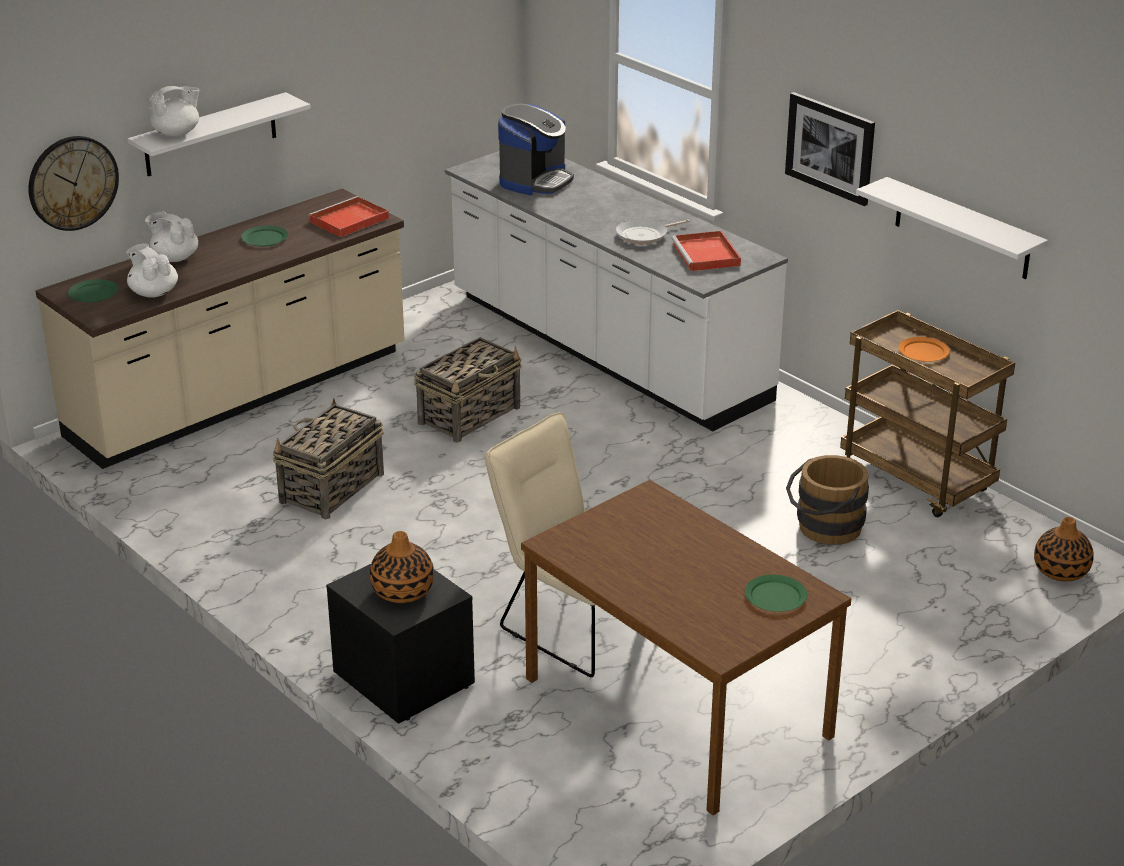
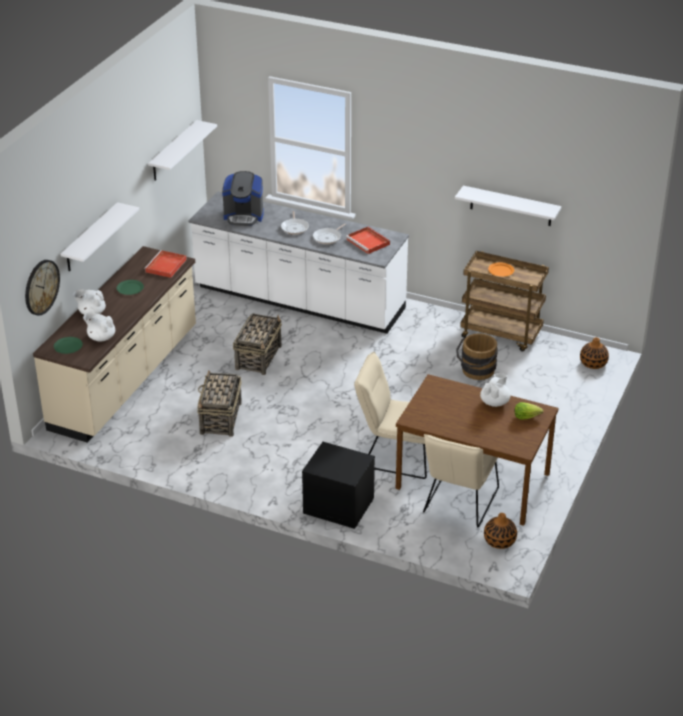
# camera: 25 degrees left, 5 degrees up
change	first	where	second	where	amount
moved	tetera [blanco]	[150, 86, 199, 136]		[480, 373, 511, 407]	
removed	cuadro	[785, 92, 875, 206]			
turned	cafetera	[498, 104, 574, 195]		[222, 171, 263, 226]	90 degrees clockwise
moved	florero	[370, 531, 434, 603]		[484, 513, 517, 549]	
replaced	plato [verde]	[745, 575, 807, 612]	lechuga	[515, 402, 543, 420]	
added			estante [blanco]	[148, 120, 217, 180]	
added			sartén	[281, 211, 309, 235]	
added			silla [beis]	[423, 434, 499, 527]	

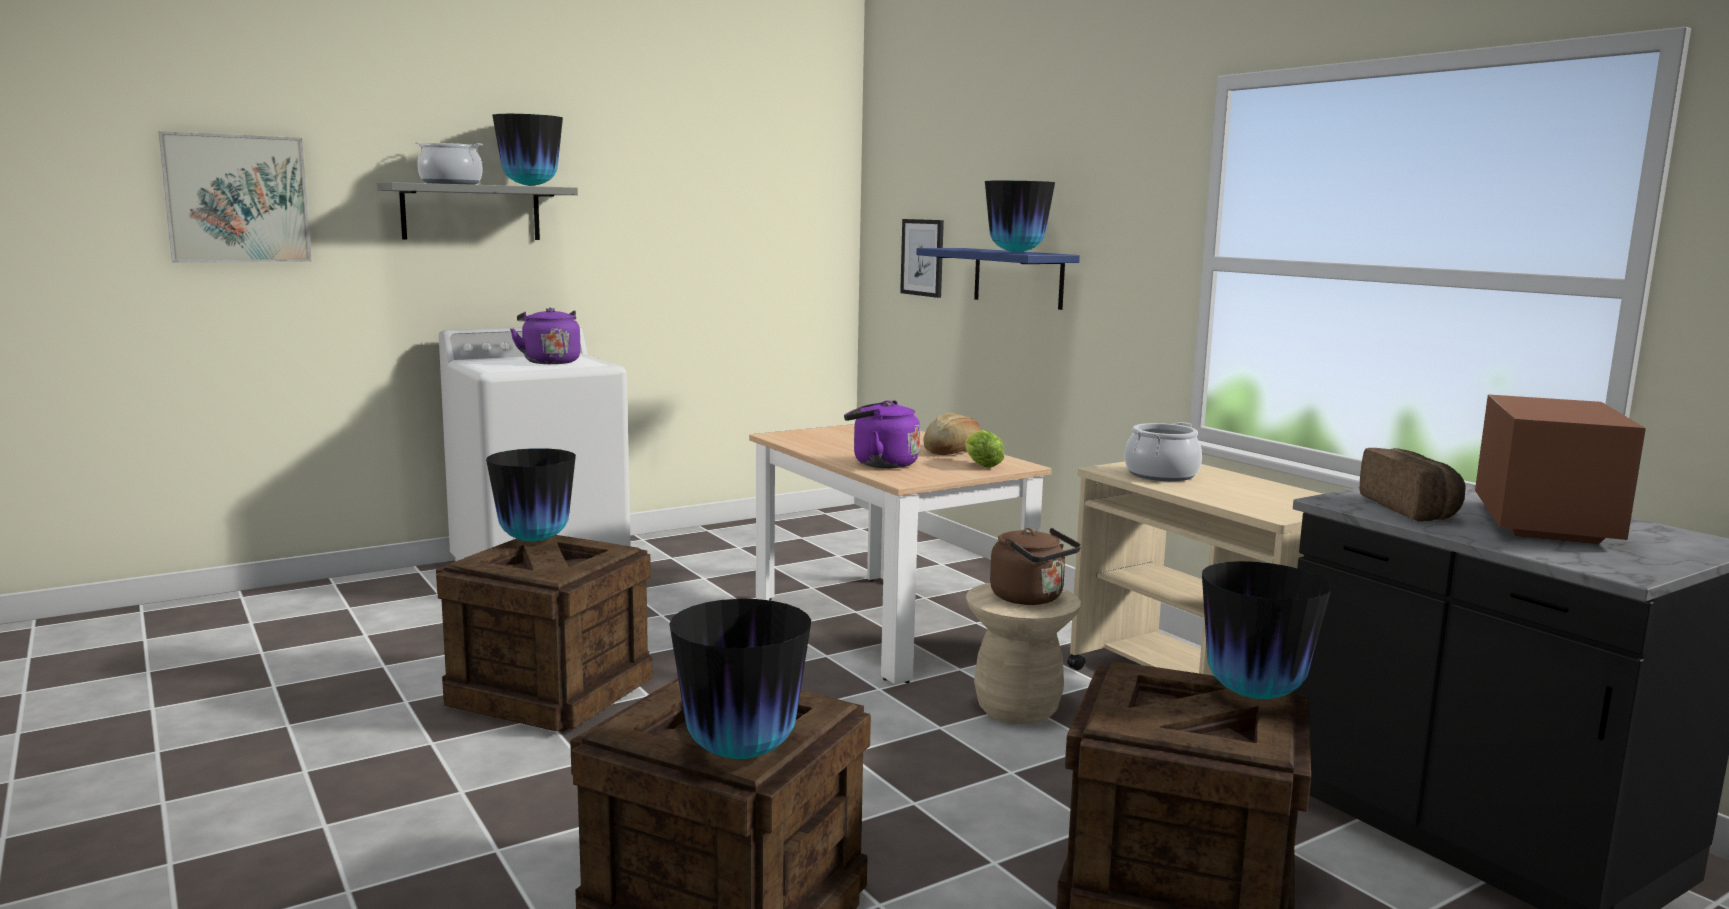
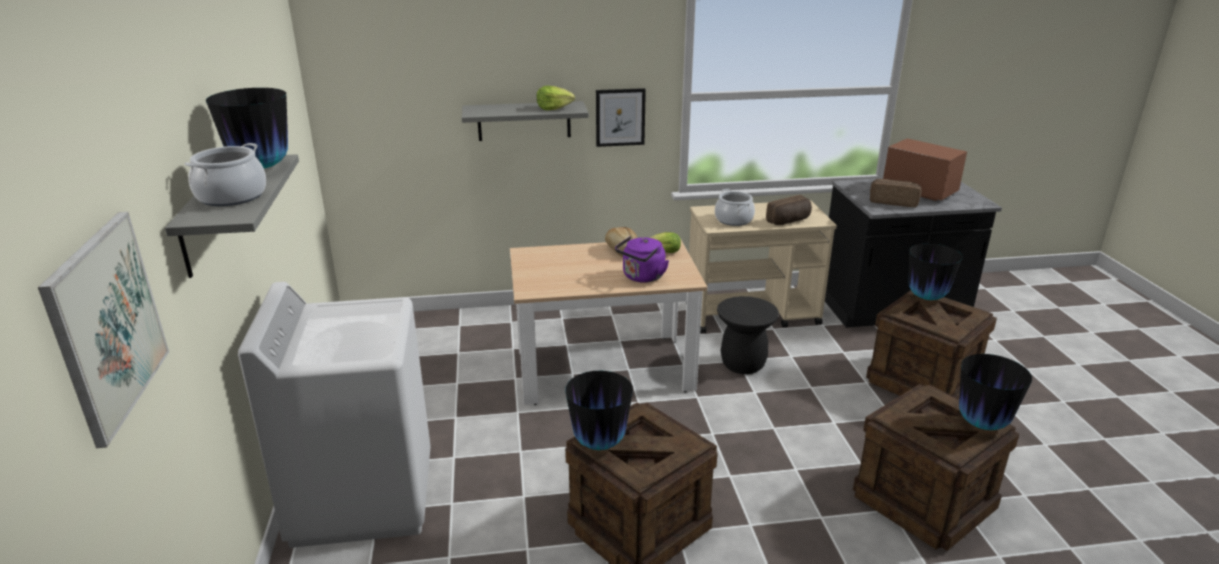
# camera: 65 degrees left, 15 degrees up
change	first	where	second	where	amount
replaced	florero	[985, 181, 1055, 253]	lechuga	[537, 86, 575, 110]	
moved	cuadro	[900, 219, 944, 298]		[596, 88, 646, 147]	
recoloured	estante [azul]	[916, 248, 1080, 310]	estante [gris]	[462, 101, 589, 141]	
removed	hervidor [morado]	[510, 307, 581, 364]			
removed	hervidor [marrón]	[990, 528, 1081, 605]			
recoloured	taburete [beis]	[966, 583, 1081, 724]	taburete [negro]	[717, 296, 779, 374]	
added			pan	[766, 195, 812, 225]	

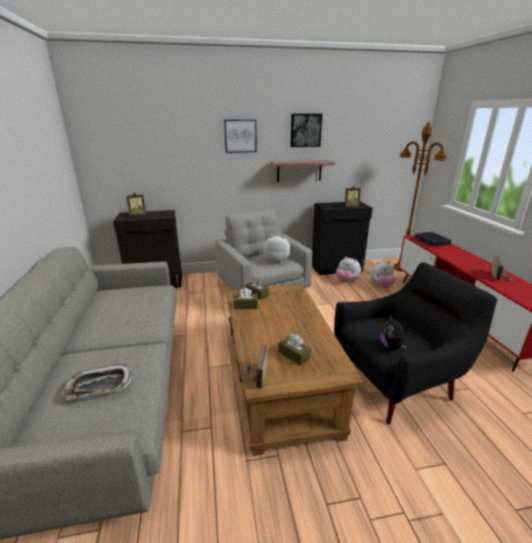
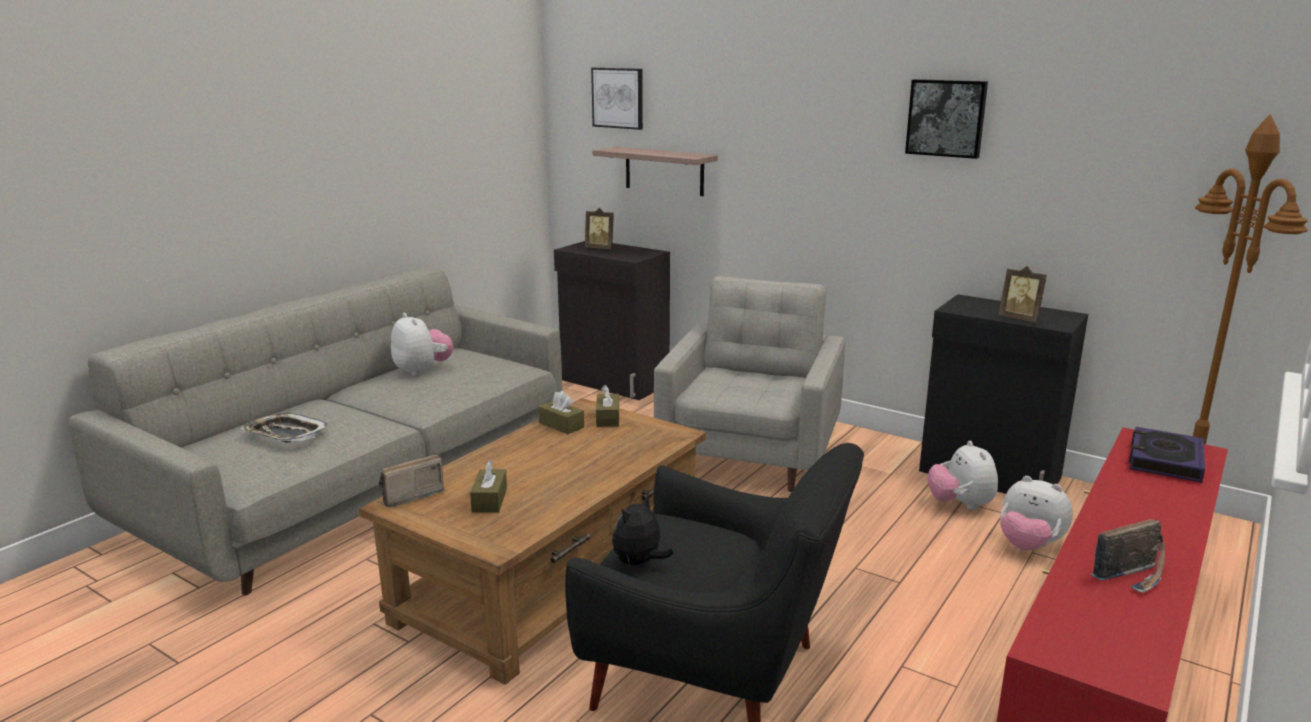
# camera: 45 degrees right, 5 degrees down
change	first	where	second	where	amount
moved	cuadro	[224, 120, 257, 153]		[591, 68, 643, 130]	
moved	estante	[270, 160, 335, 182]		[593, 147, 718, 196]	
moved	peluche	[264, 235, 291, 264]		[391, 313, 454, 376]	

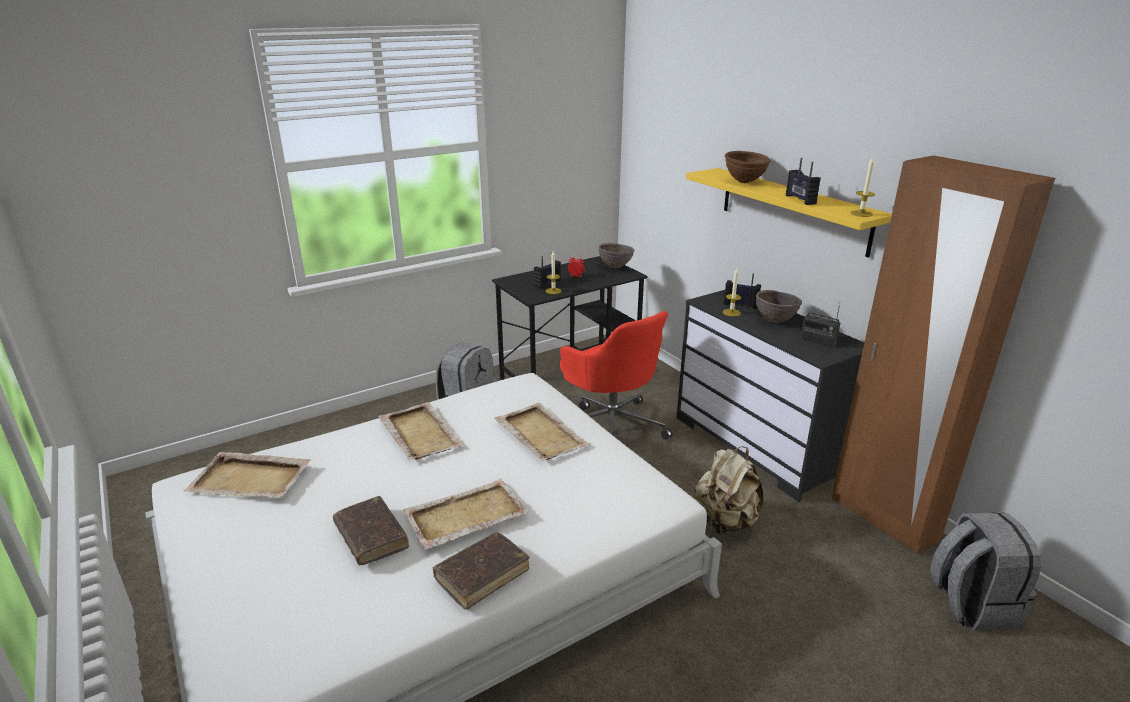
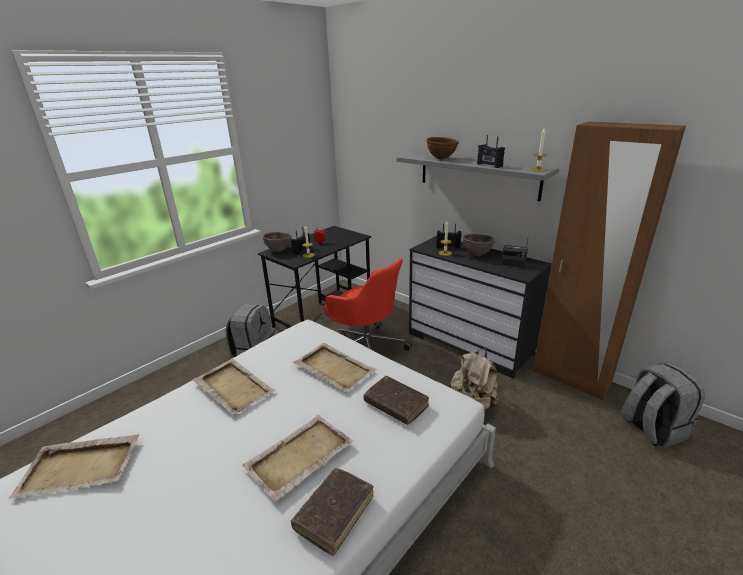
# camera: 15 degrees left, 0 degrees up
change	first	where	second	where	amount
recoloured	estante [amarillo]	[686, 168, 892, 258]	estante [gris]	[396, 153, 559, 201]	
moved	cuenco [marrón]	[598, 243, 635, 269]		[262, 232, 292, 252]	
moved	libro [marrón]	[333, 496, 409, 566]		[364, 376, 429, 425]	

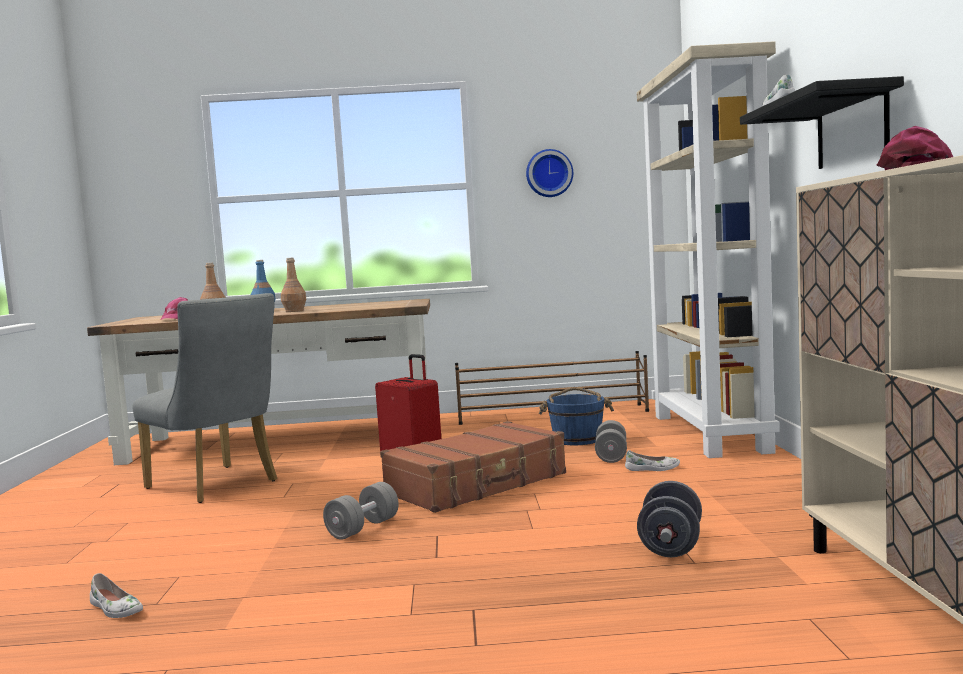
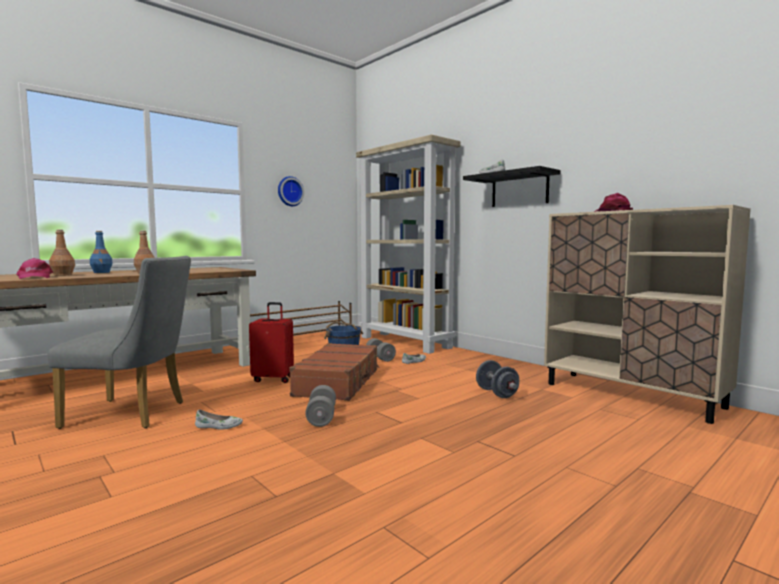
# camera: 40 degrees left, 0 degrees up
change	first	where	second	where	amount
moved	zapato [blanco]	[90, 573, 143, 618]		[195, 410, 243, 430]	

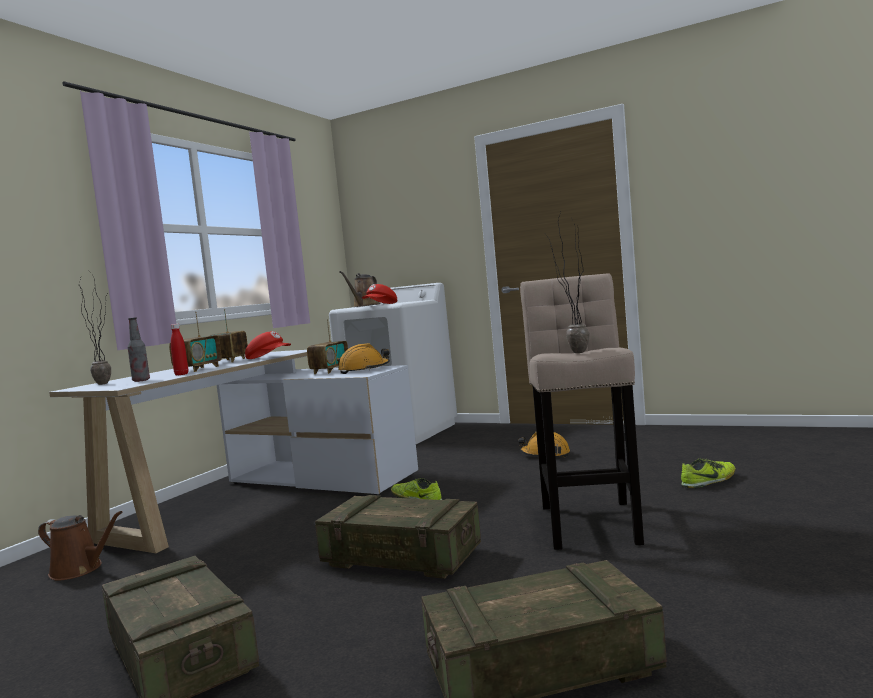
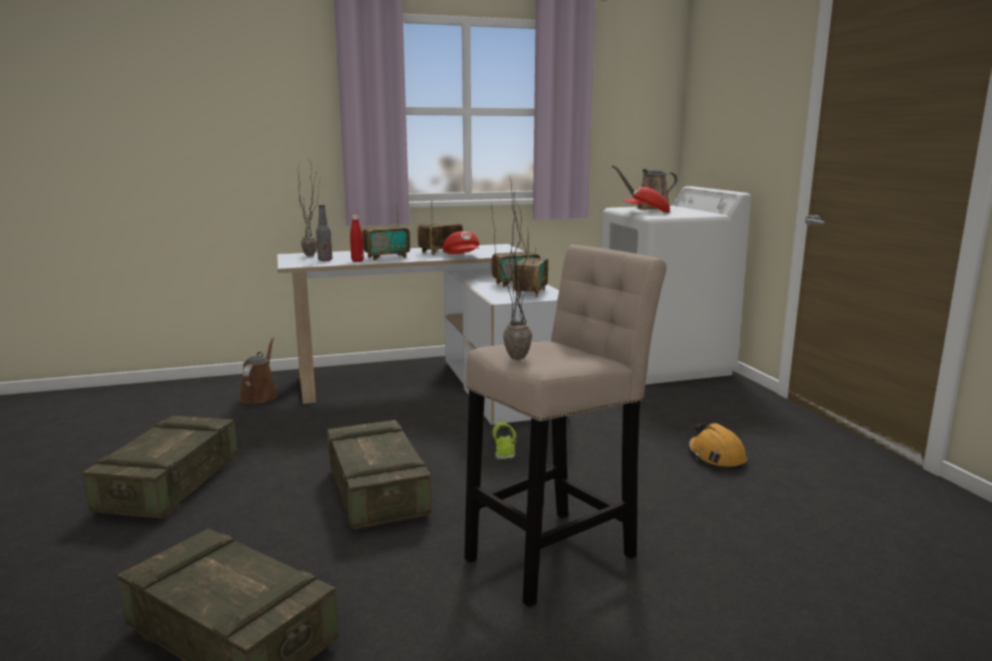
# camera: 45 degrees right, 10 degrees up
change	first	where	second	where	amount
replaced	casco [naranja]	[338, 343, 390, 374]	radio	[513, 232, 548, 297]	
removed	zapato	[681, 458, 736, 488]			
turned	regadera [marrón]	[38, 511, 123, 581]		[239, 338, 278, 404]	150 degrees counterclockwise

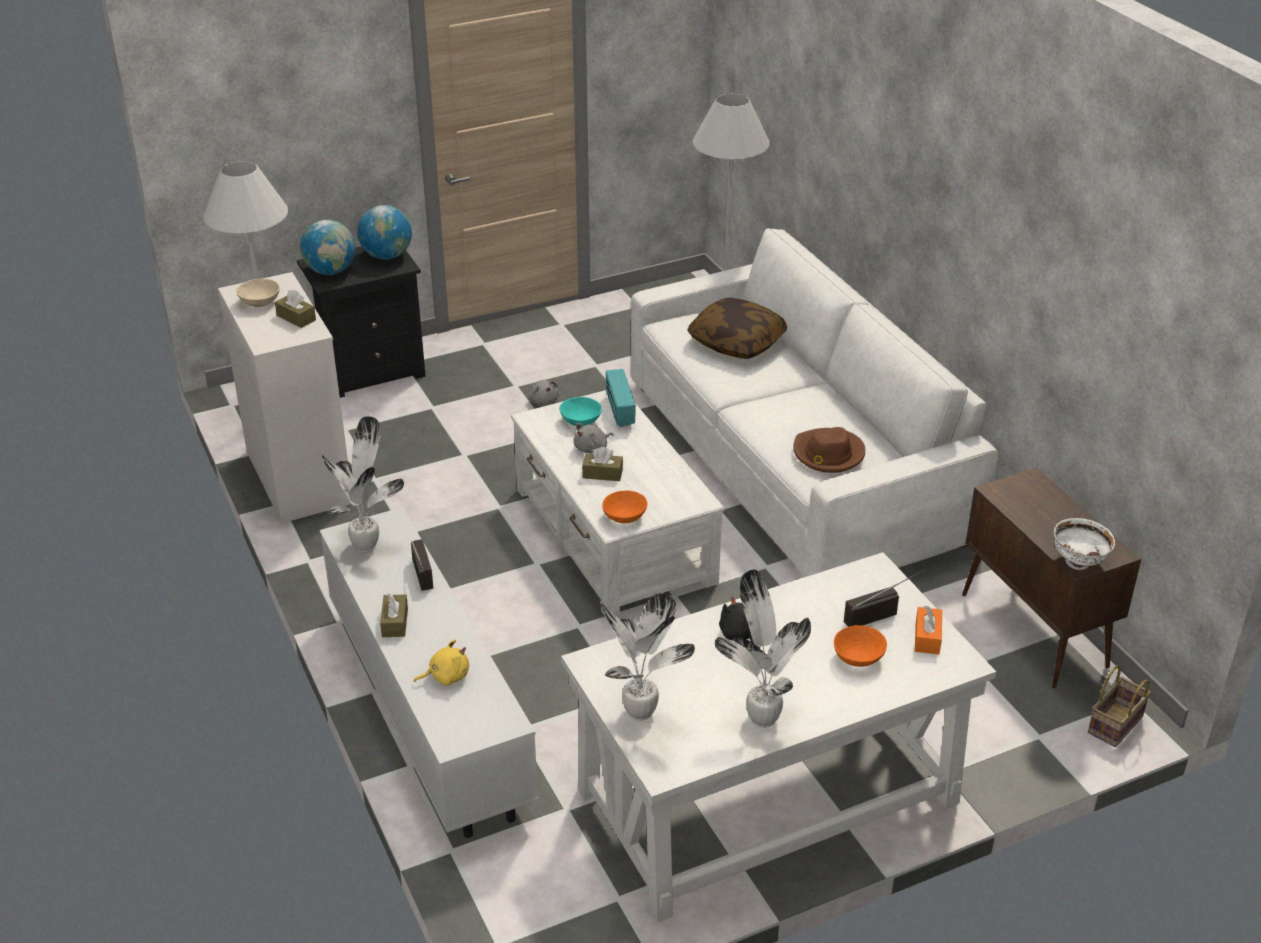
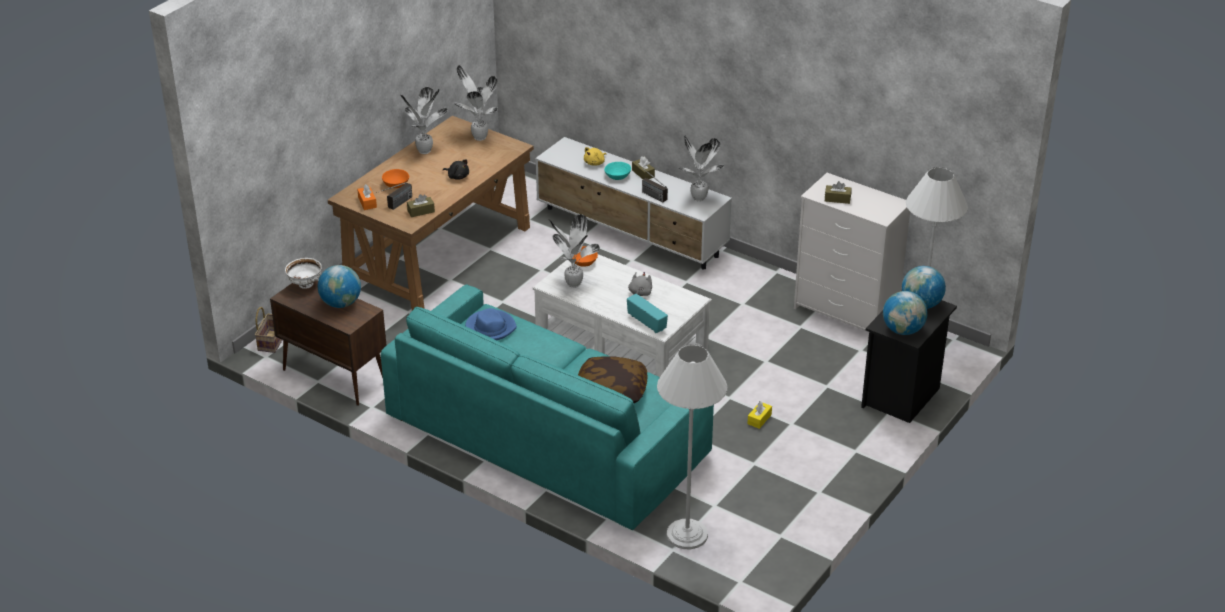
# camera: 150 degrees right, 0 degrees up
change	first	where	second	where	amount
recoloured	sofá [blanco]	[631, 228, 999, 577]	sofá [turquesa]	[381, 284, 714, 530]	
removed	cuenco [beis]	[236, 279, 280, 307]			
replaced	peluche [gris]	[529, 380, 559, 405]	caja de pañuelos [amarillo]	[747, 401, 772, 429]	
moved	cuenco [turquesa]	[559, 397, 602, 426]		[604, 162, 631, 180]	
recoloured	sombrero [marrón]	[793, 427, 865, 473]	sombrero [azul]	[465, 308, 517, 340]	
moved	caja de pañuelos [marrón]	[582, 447, 623, 481]		[407, 194, 435, 217]	
recoloured	escritorio [blanco]	[561, 552, 997, 922]	escritorio [marrón]	[328, 116, 534, 310]	
added			planta en maceta	[548, 214, 600, 288]	
added			globo terráqueo	[318, 265, 361, 308]	

